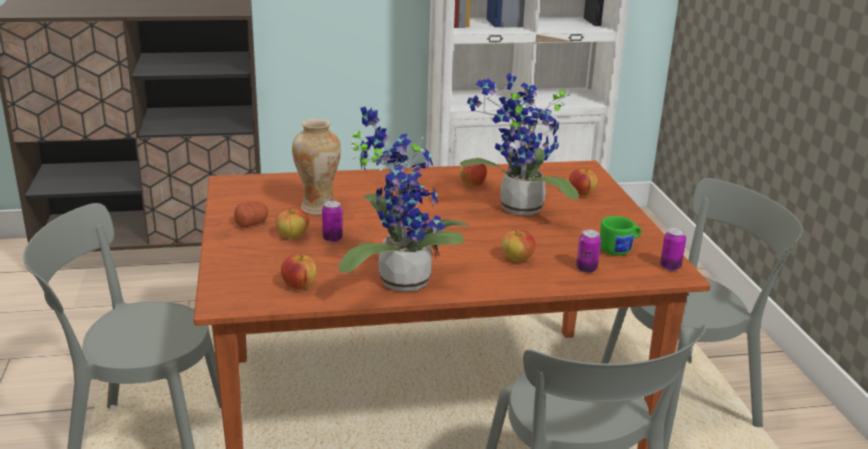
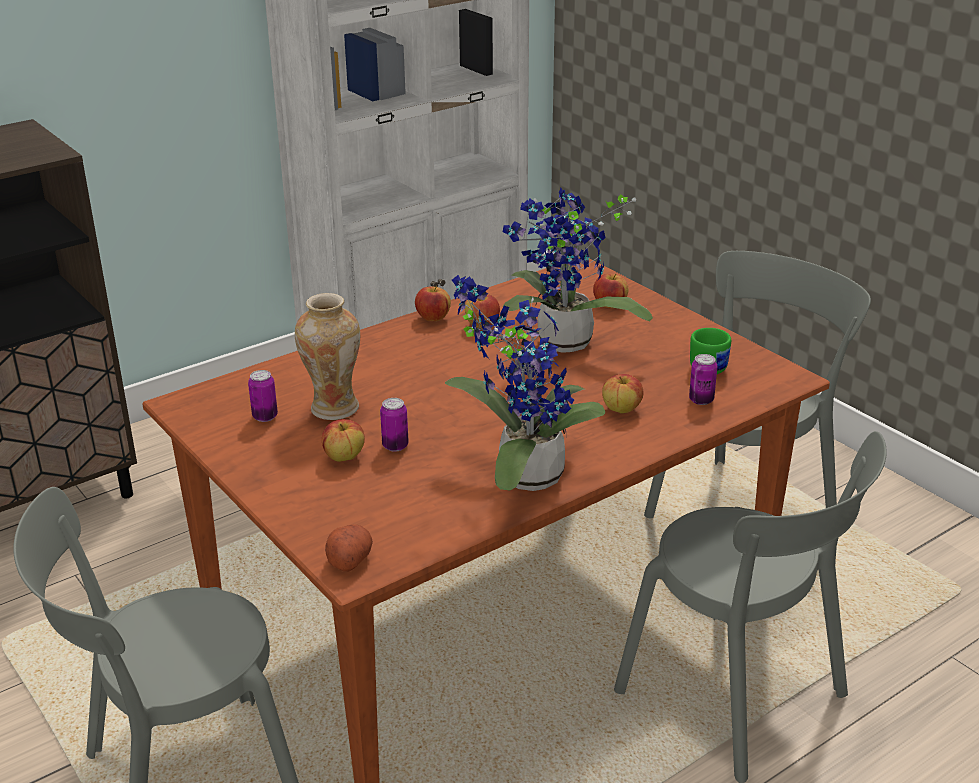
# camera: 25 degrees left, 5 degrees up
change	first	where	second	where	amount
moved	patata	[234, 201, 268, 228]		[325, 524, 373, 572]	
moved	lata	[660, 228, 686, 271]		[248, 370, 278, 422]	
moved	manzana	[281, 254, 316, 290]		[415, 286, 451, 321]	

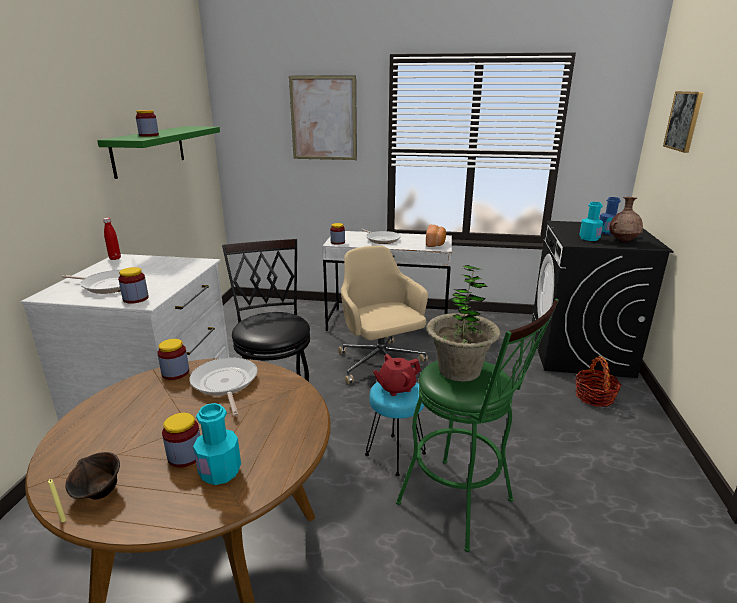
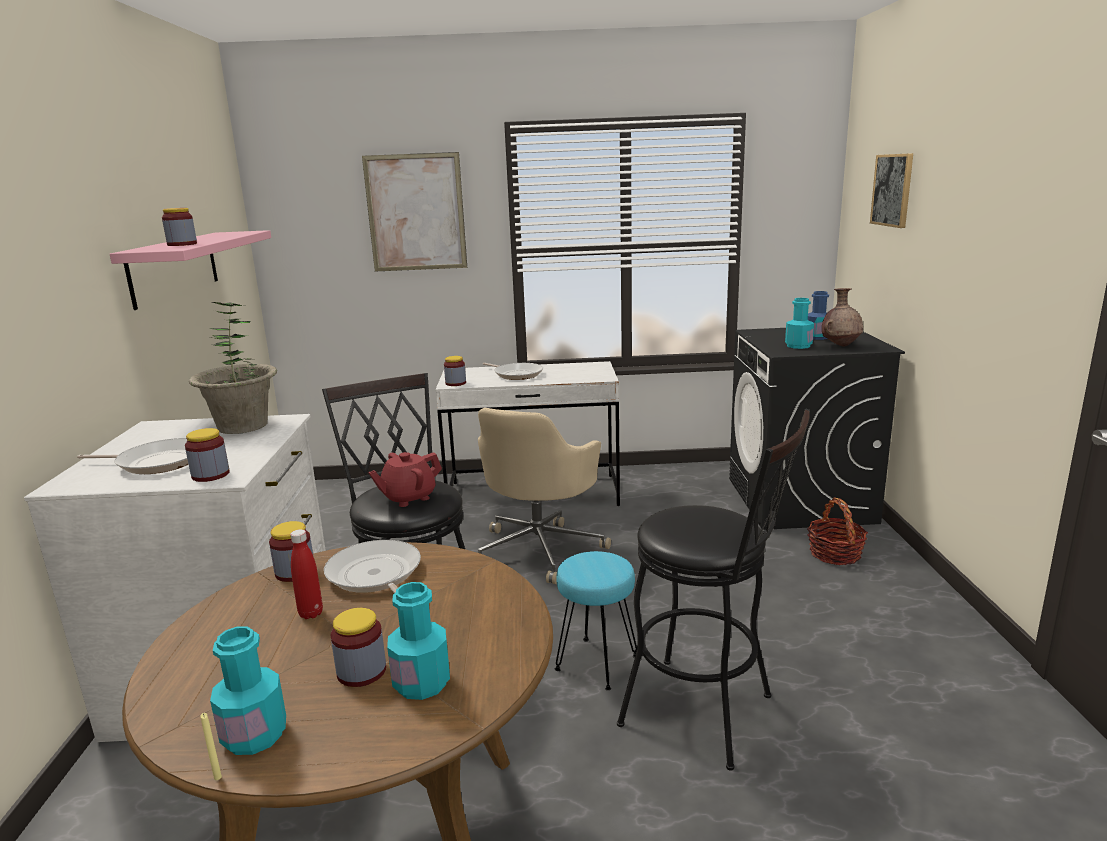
# camera: 10 degrees left, 5 degrees down
change	first	where	second	where	amount
recoloured	estante [verde]	[97, 126, 220, 179]	estante [rosa]	[110, 230, 271, 310]	
moved	botella [rojo]	[103, 218, 121, 260]		[290, 529, 323, 619]	
removed	pan	[426, 225, 446, 247]			
turned	silla de oficina [beis]	[338, 246, 428, 384]		[478, 408, 611, 584]	120 degrees counterclockwise
moved	planta en maceta	[426, 265, 501, 382]		[189, 302, 277, 434]	
recoloured	taburete [verde]	[396, 298, 559, 552]	taburete [negro]	[617, 408, 810, 771]	
moved	tetera [rojo]	[373, 354, 421, 396]		[368, 452, 442, 507]	
replaced	cuenco [marrón]	[65, 452, 120, 500]	botella [turquesa]	[210, 626, 286, 755]	

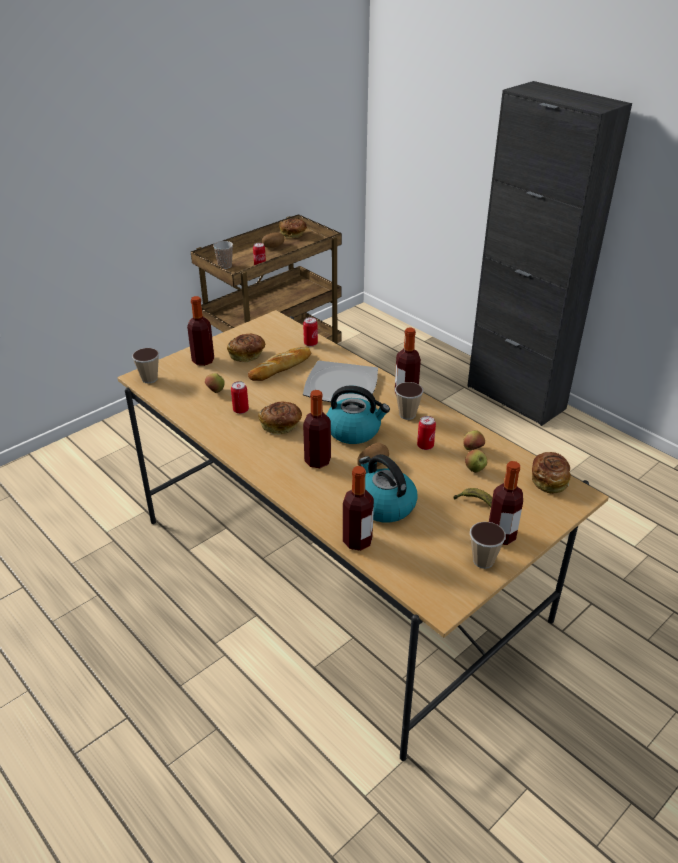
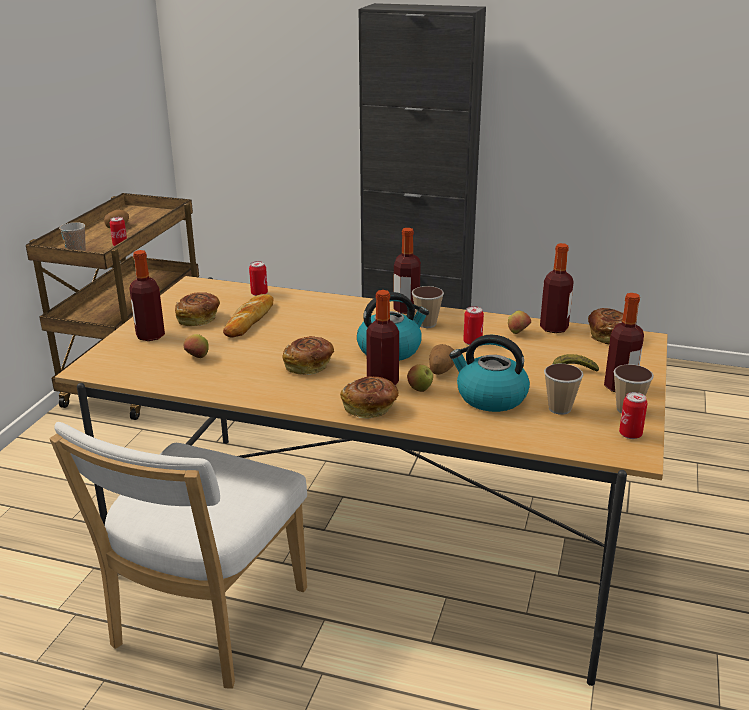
# camera: 30 degrees left, 10 degrees down
change	first	where	second	where	amount
moved	pan	[279, 219, 307, 238]		[340, 376, 399, 418]	
moved	taza	[132, 348, 159, 383]		[544, 364, 584, 415]	
removed	plato	[303, 361, 378, 402]			
moved	lata	[231, 381, 249, 414]		[619, 392, 647, 439]	
moved	manzana	[465, 449, 487, 473]		[407, 364, 433, 392]	
moved	botella	[343, 466, 374, 551]		[540, 243, 574, 333]	
added			silla [blanco]	[49, 422, 307, 689]	

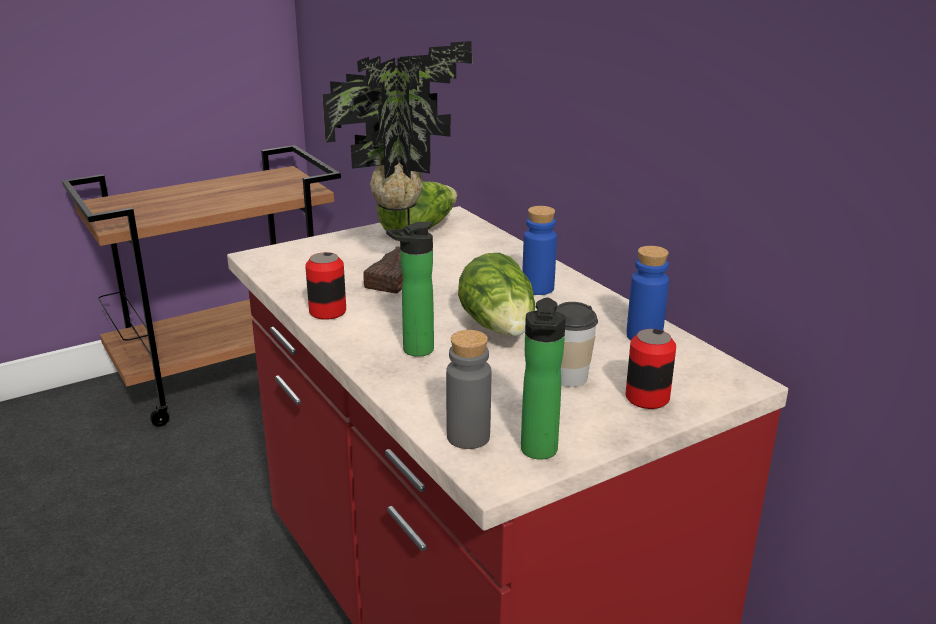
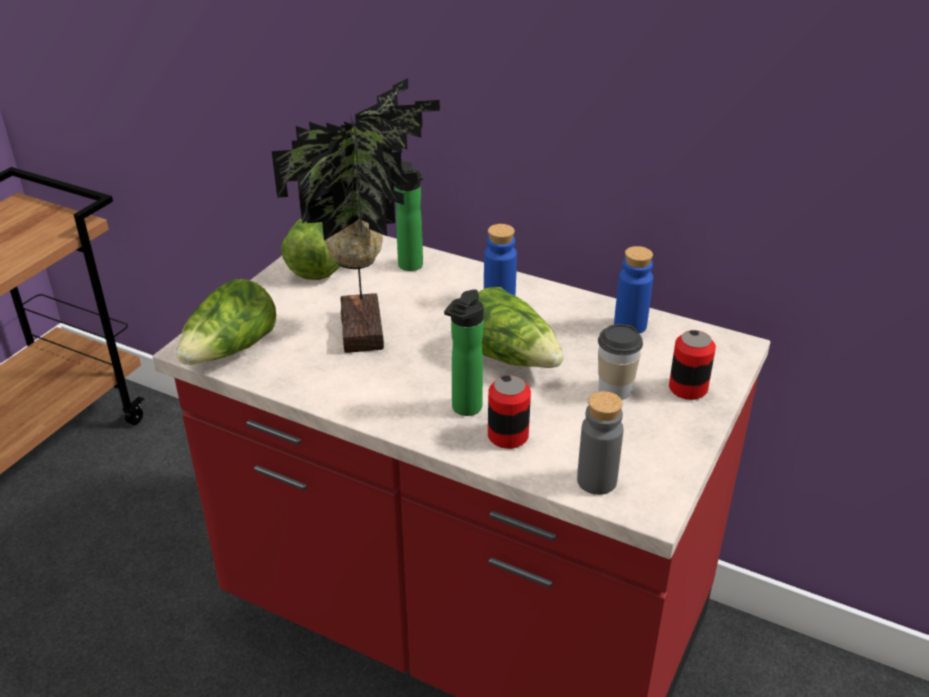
# camera: 30 degrees left, 10 degrees up
change	first	where	second	where	amount
moved	lata	[305, 252, 346, 320]		[488, 375, 531, 449]	
moved	botella	[521, 297, 566, 460]		[395, 161, 423, 271]	
added			lechuga	[176, 279, 276, 365]	

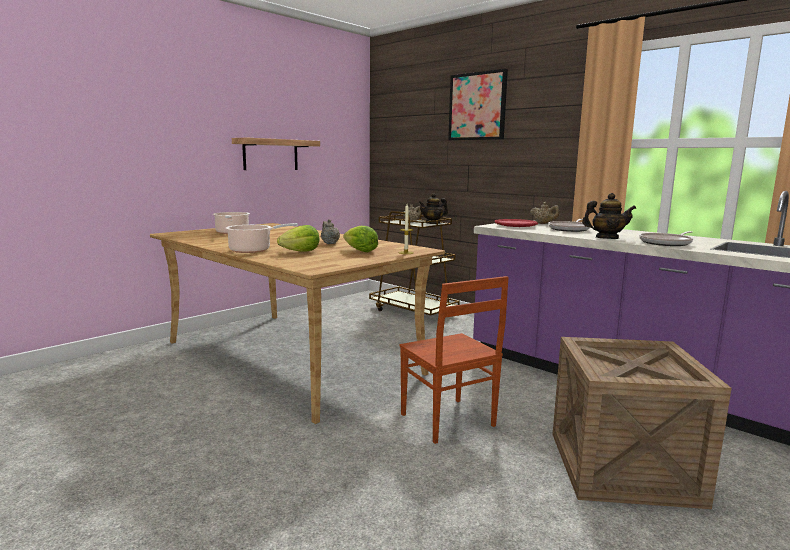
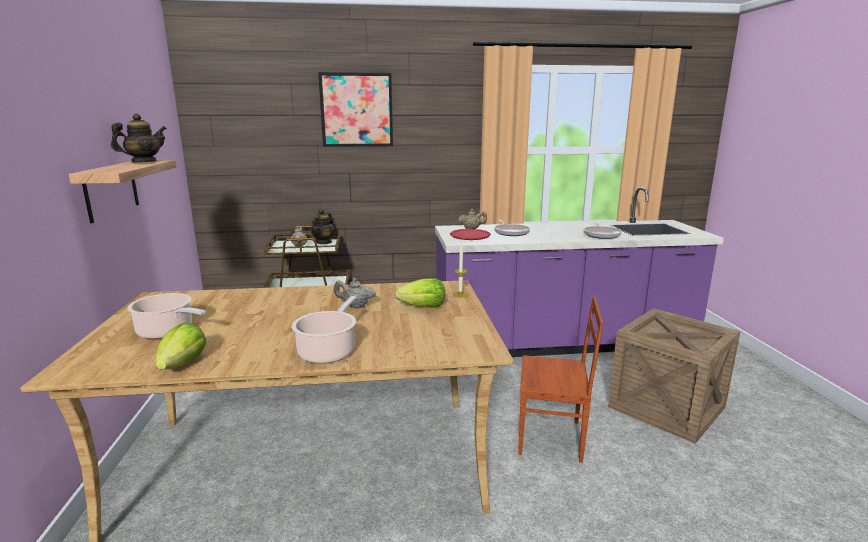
# camera: 50 degrees left, 5 degrees up
change	first	where	second	where	amount
moved	tetera	[582, 193, 636, 239]		[111, 114, 167, 162]	
moved	lechuga	[277, 225, 320, 252]		[156, 323, 207, 370]	

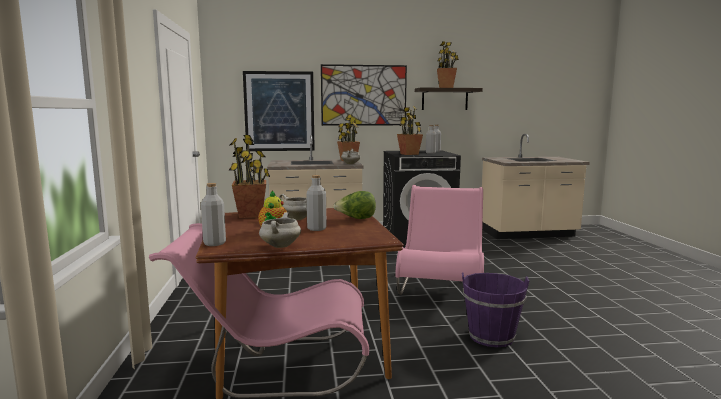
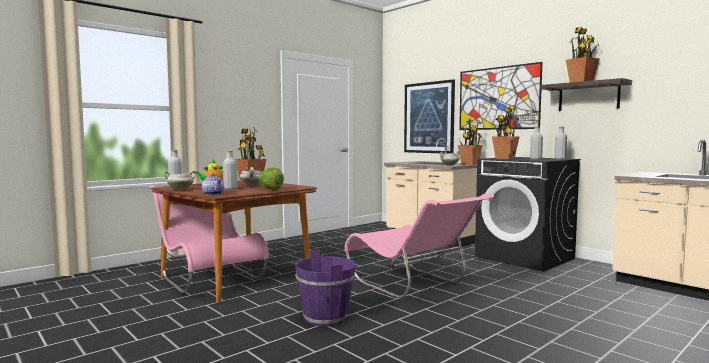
# camera: 55 degrees right, 5 degrees down
change	first	where	second	where	amount
turned	silla [rosa]	[396, 185, 484, 295]		[345, 193, 496, 298]	75 degrees clockwise
added			tetera	[202, 174, 224, 195]	

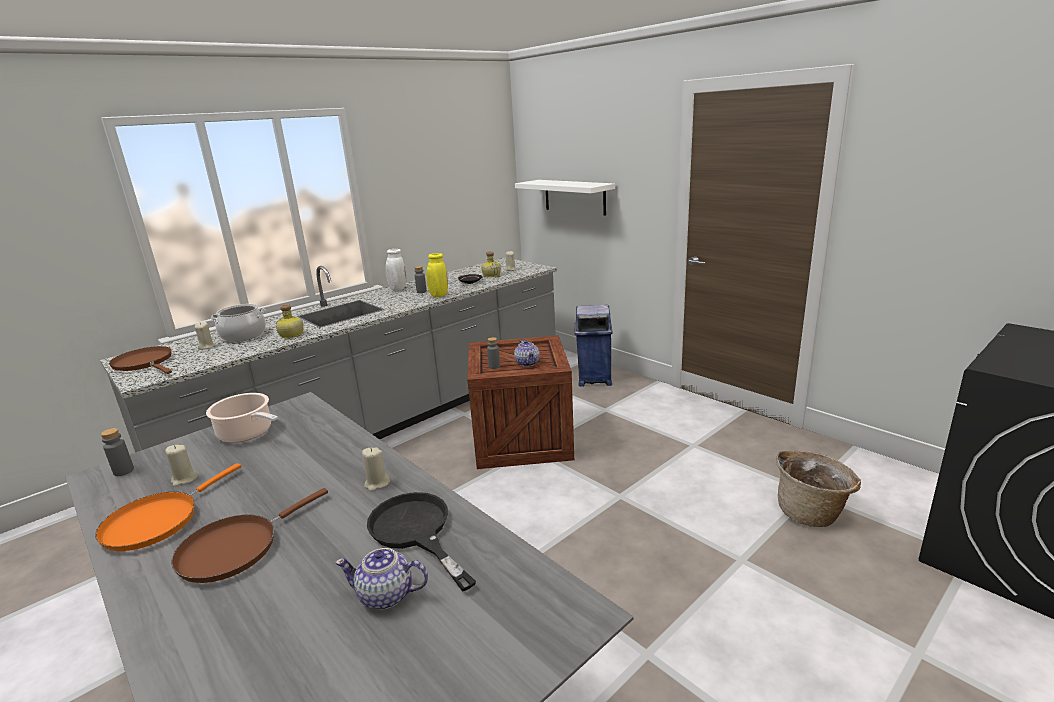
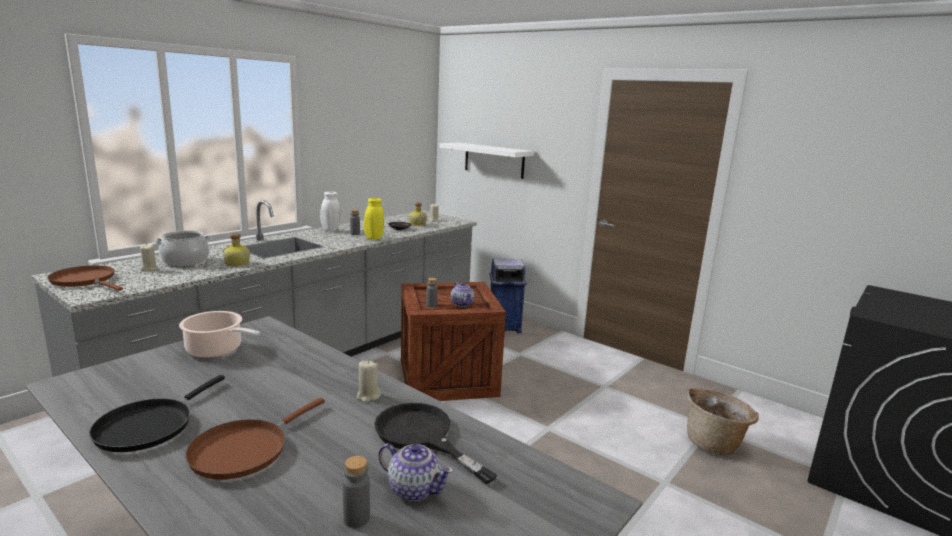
# camera: 10 degrees left, 5 degrees down
change	first	where	second	where	amount
moved	botella [gris]	[101, 428, 134, 476]		[343, 456, 370, 528]	
removed	vela [beis]	[165, 445, 198, 487]			
recoloured	sartén [naranja]	[95, 463, 241, 551]	sartén [negro]	[89, 375, 225, 452]	
turned	tetera	[335, 548, 428, 610]		[378, 443, 454, 501]	150 degrees counterclockwise

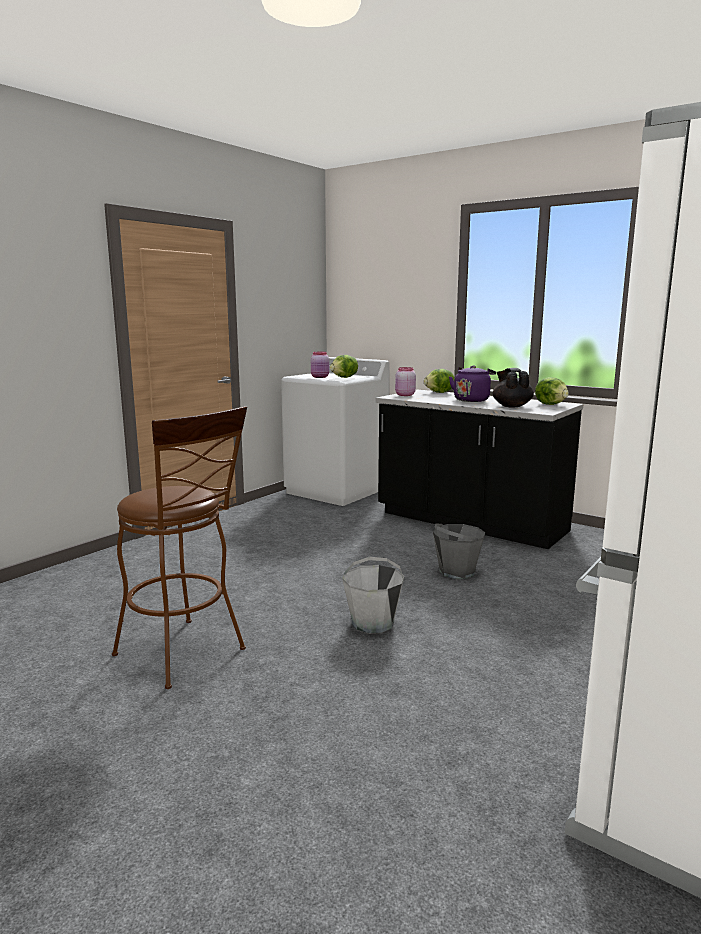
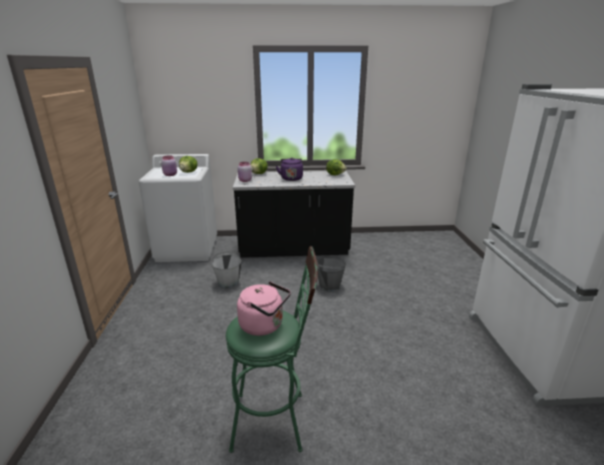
# camera: 40 degrees left, 10 degrees up
change	first	where	second	where	amount
removed	tetera [negro]	[493, 368, 534, 408]			
recoloured	taburete [marrón]	[112, 406, 247, 689]	taburete [verde]	[226, 246, 318, 453]	
moved	cubo [gris]	[342, 557, 404, 634]		[211, 251, 242, 288]	
added			hervidor [rosa]	[237, 282, 291, 336]	

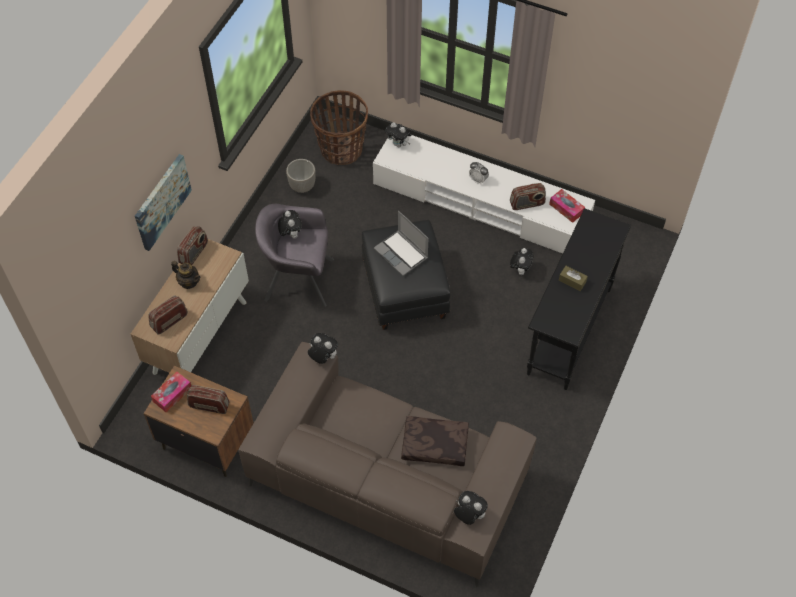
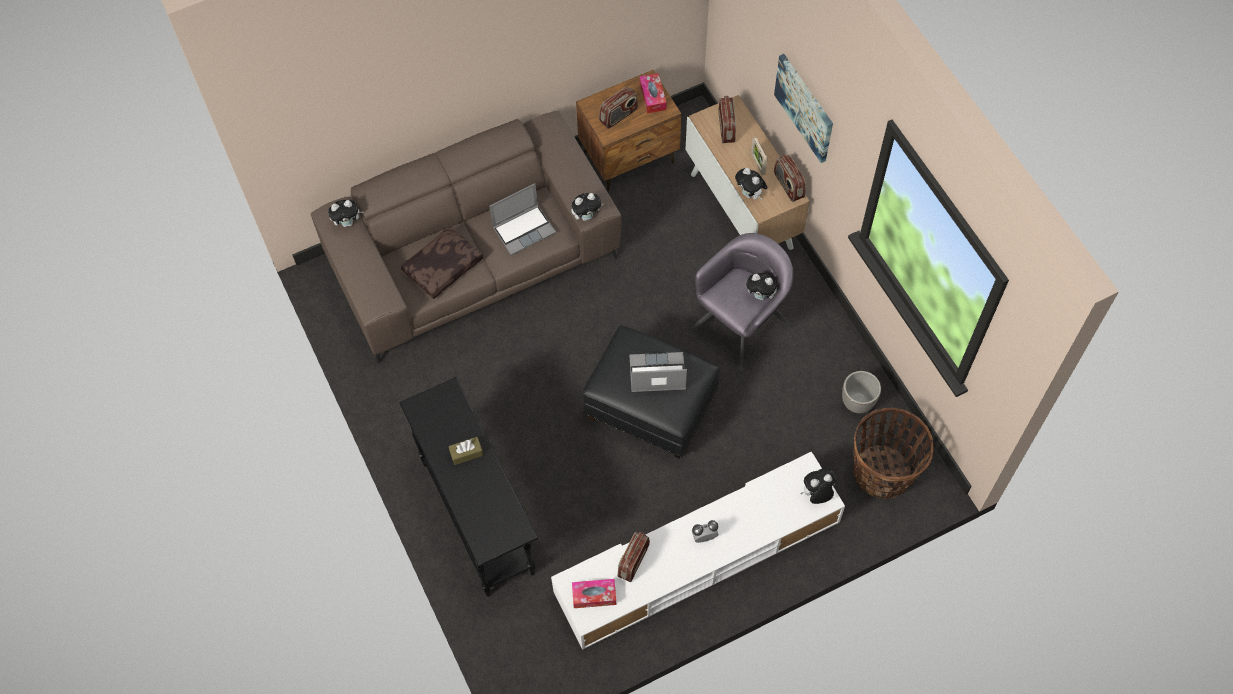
# camera: 130 degrees right, 5 degrees up
change	first	where	second	where	amount
moved	peluche	[510, 248, 534, 275]		[735, 168, 768, 200]	
replaced	tetera	[171, 261, 200, 289]	portarretratos	[751, 137, 767, 175]	
added			portátil	[490, 183, 556, 256]	

